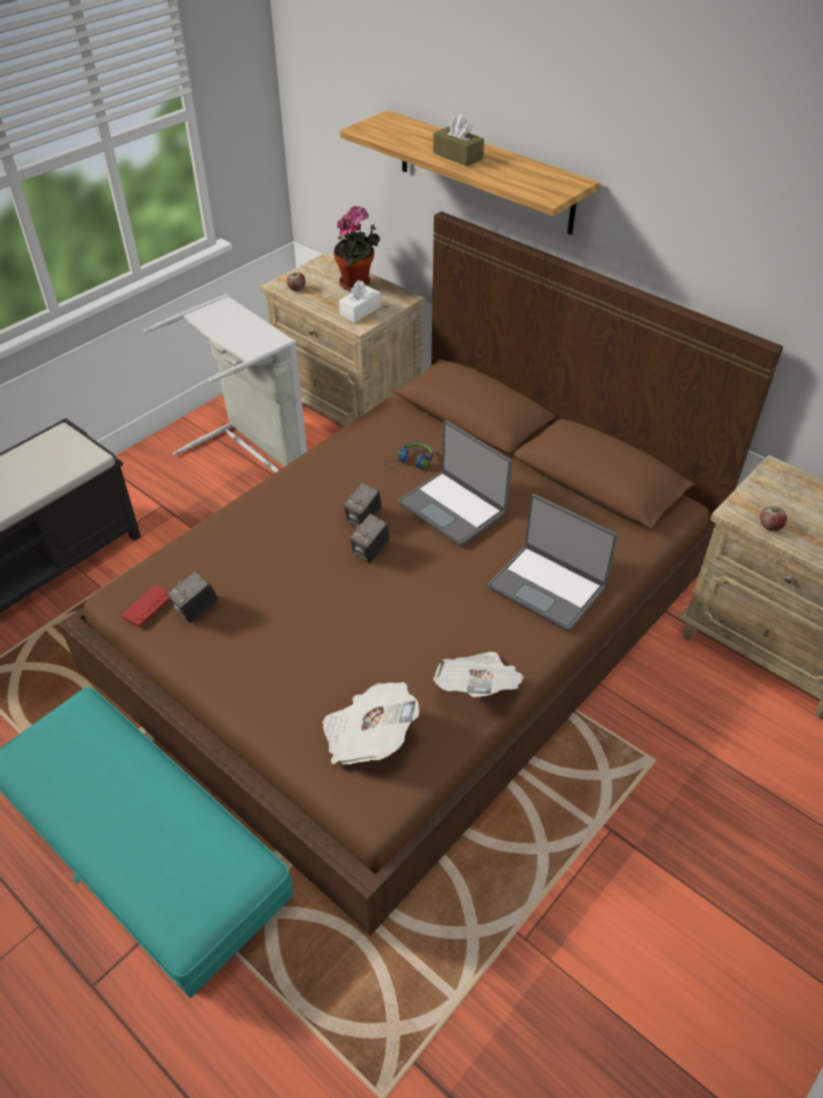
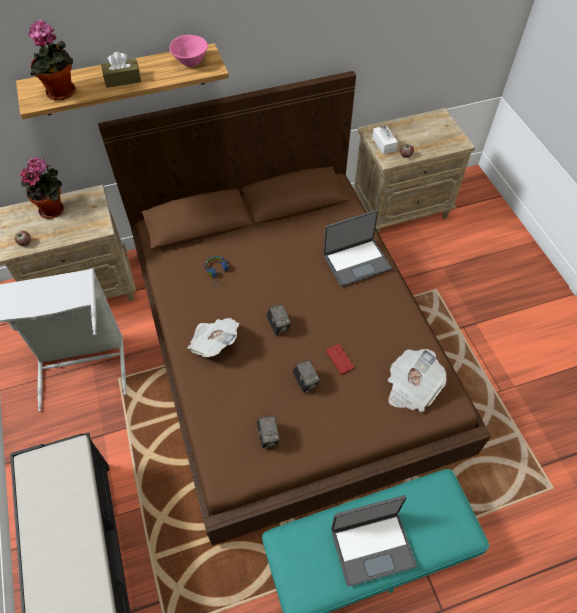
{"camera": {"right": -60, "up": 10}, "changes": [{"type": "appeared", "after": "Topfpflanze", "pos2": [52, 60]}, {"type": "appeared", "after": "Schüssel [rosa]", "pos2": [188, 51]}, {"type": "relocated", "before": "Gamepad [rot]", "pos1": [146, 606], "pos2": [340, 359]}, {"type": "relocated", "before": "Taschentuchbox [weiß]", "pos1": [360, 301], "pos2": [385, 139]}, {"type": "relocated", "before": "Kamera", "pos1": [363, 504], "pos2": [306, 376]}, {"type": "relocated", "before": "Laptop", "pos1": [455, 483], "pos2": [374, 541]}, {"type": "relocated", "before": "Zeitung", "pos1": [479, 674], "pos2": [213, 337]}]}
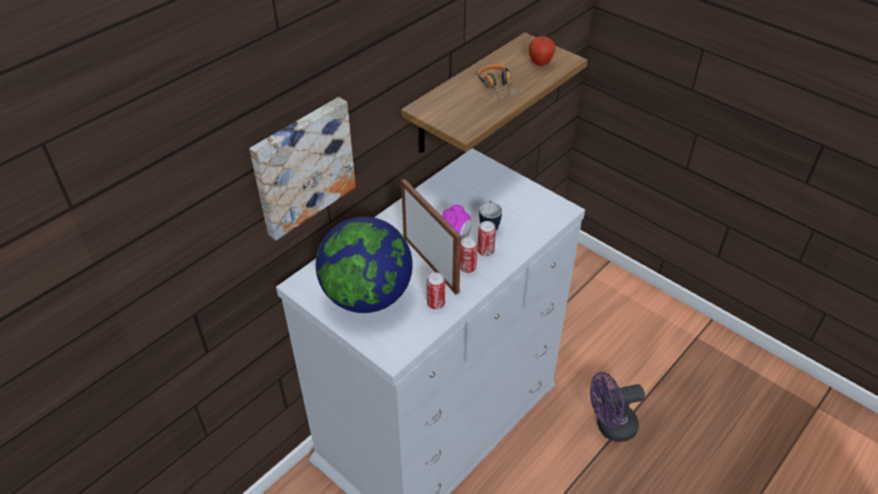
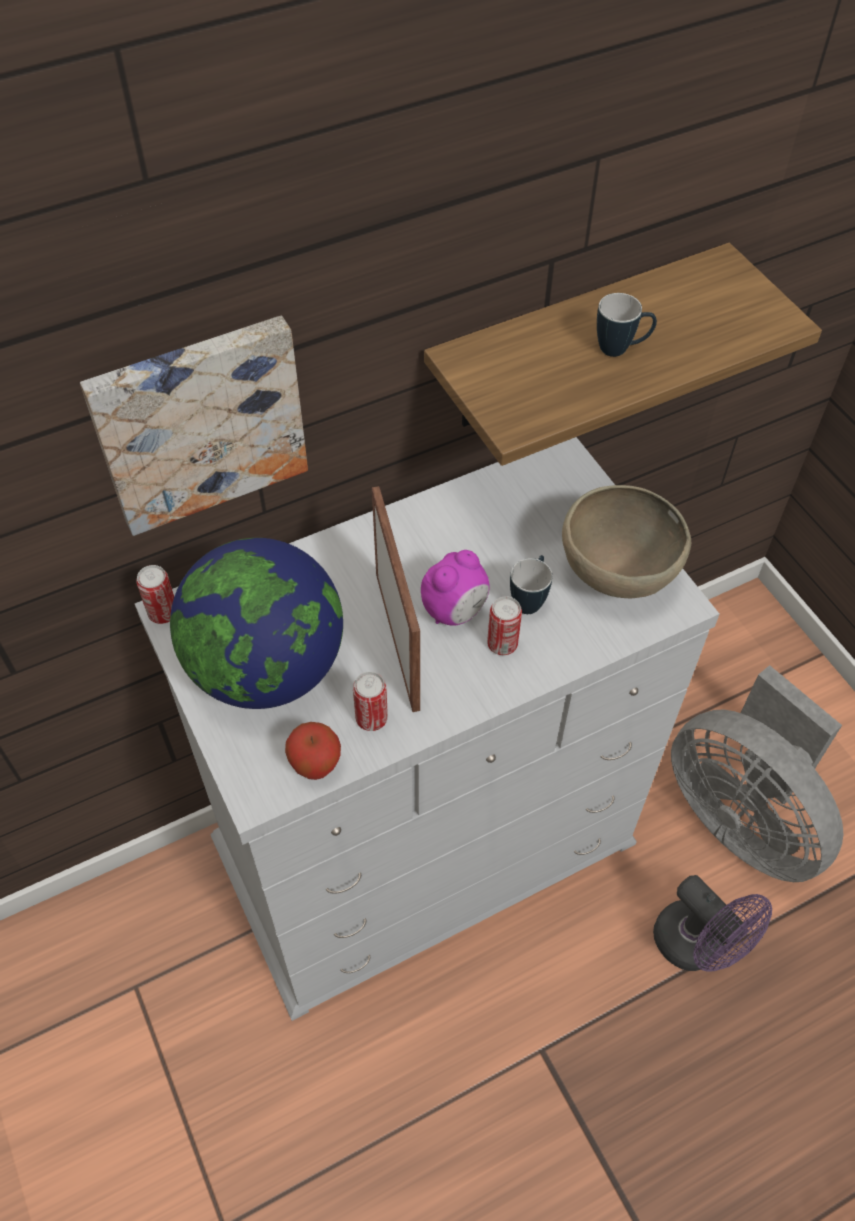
{"camera": {"right": 20, "up": 10}, "changes": [{"type": "appeared", "after": "Schüssel [braun]", "pos2": [626, 541]}, {"type": "appeared", "after": "Ventilator [grau]", "pos2": [757, 773]}, {"type": "relocated", "before": "Dose", "pos1": [469, 255], "pos2": [155, 594]}, {"type": "relocated", "before": "Apfel", "pos1": [542, 51], "pos2": [313, 751]}, {"type": "exchanged", "before": "Kopfhörer", "after": "Henkelbecher", "pos1": [503, 82], "pos2": [627, 325]}, {"type": "spun", "before": "Ventilator [lila]", "pos1": [617, 407], "pos2": [712, 923], "turn": -135}]}
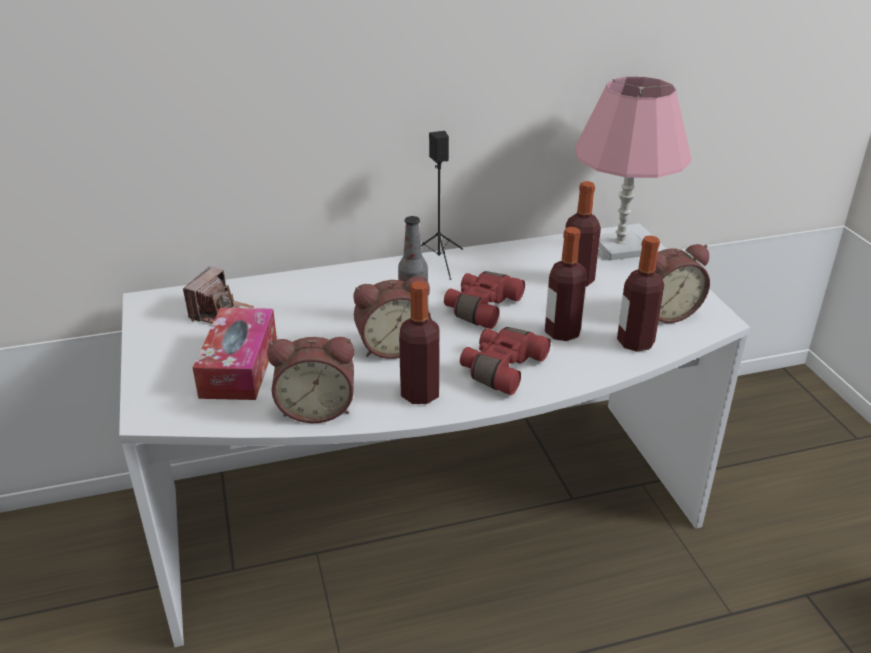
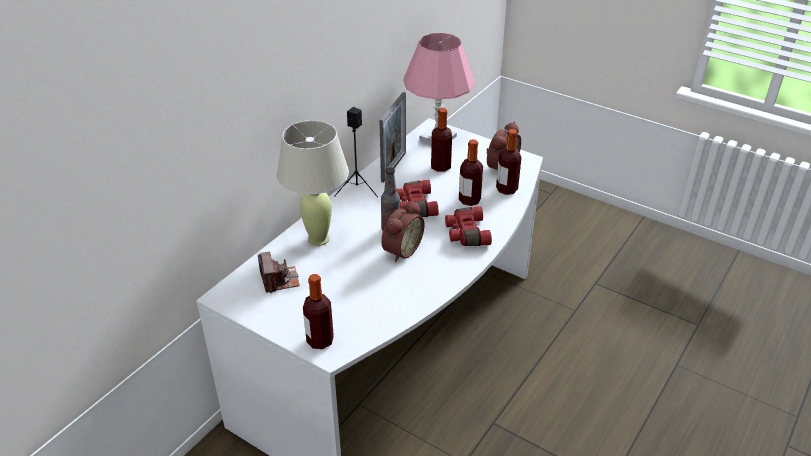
{"camera": {"right": -40, "up": 5}, "changes": [{"type": "missing", "before": "Taschentuchbox", "pos1": [235, 354]}, {"type": "missing", "before": "Wecker", "pos1": [310, 380]}, {"type": "appeared", "after": "Tischlampe [beige]", "pos2": [313, 183]}, {"type": "appeared", "after": "Bilderrahmen", "pos2": [393, 137]}, {"type": "relocated", "before": "Flasche", "pos1": [419, 342], "pos2": [318, 311]}]}
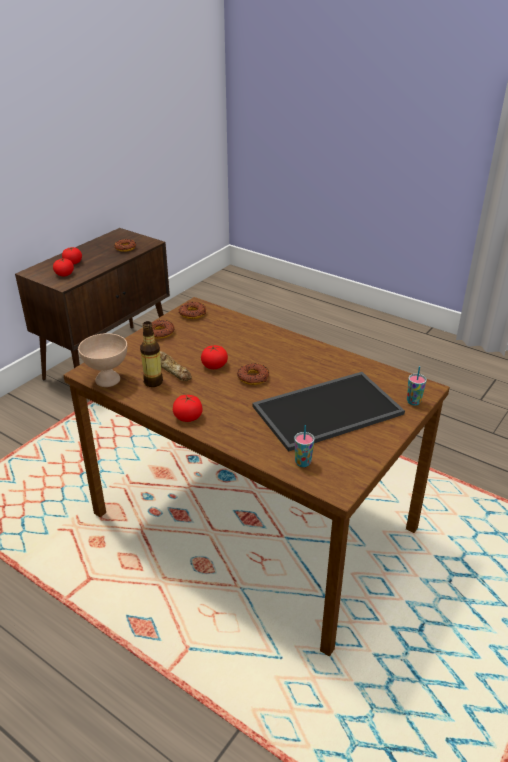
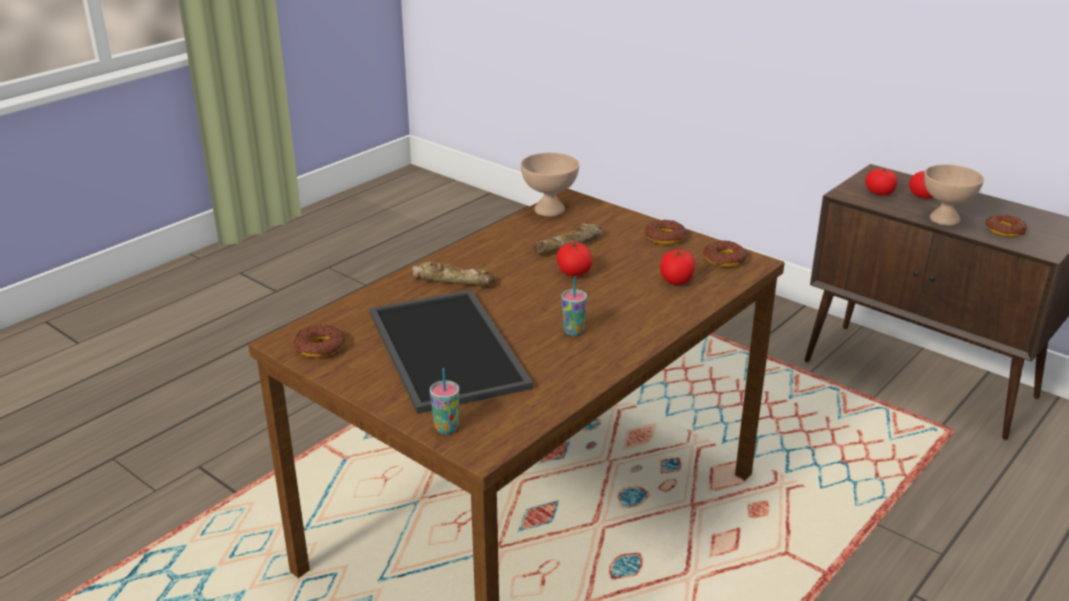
{"camera": {"right": 95, "up": -5}, "changes": [{"type": "missing", "before": "Flasche", "pos1": [151, 354]}, {"type": "appeared", "after": "Brot", "pos2": [454, 274]}, {"type": "appeared", "after": "Schüssel [beige]", "pos2": [954, 195]}, {"type": "relocated", "before": "Tomate", "pos1": [188, 408], "pos2": [677, 267]}, {"type": "relocated", "before": "Donut", "pos1": [253, 374], "pos2": [319, 341]}, {"type": "relocated", "before": "Tasse", "pos1": [304, 446], "pos2": [574, 306]}]}
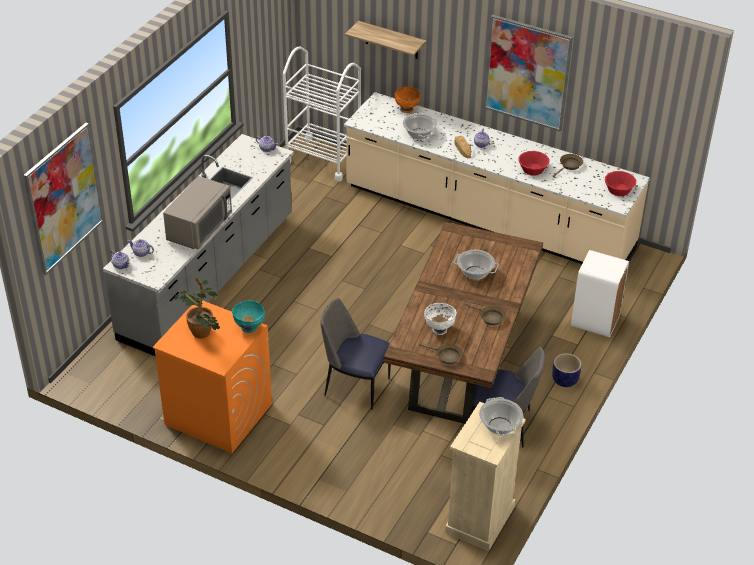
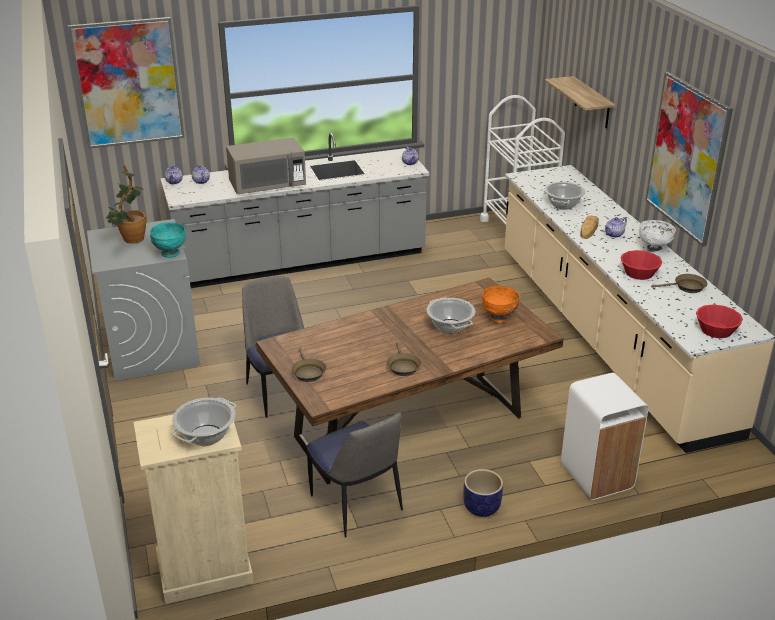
{"camera": {"right": 45, "up": -10}, "changes": [{"type": "relocated", "before": "Schüssel [orange]", "pos1": [407, 100], "pos2": [501, 304]}, {"type": "relocated", "before": "Schüssel [weiß]", "pos1": [440, 319], "pos2": [657, 237]}, {"type": "colour", "before": "Waschmaschine [orange]", "after": "Waschmaschine [grau]", "pos1": [212, 376], "pos2": [143, 300]}]}
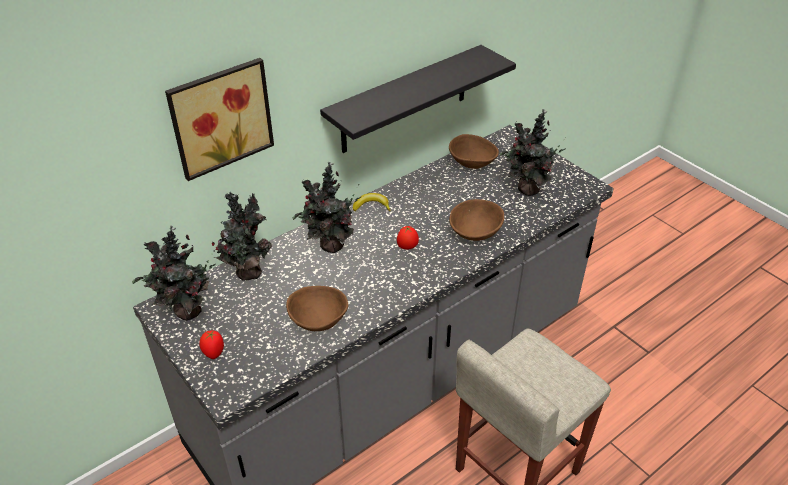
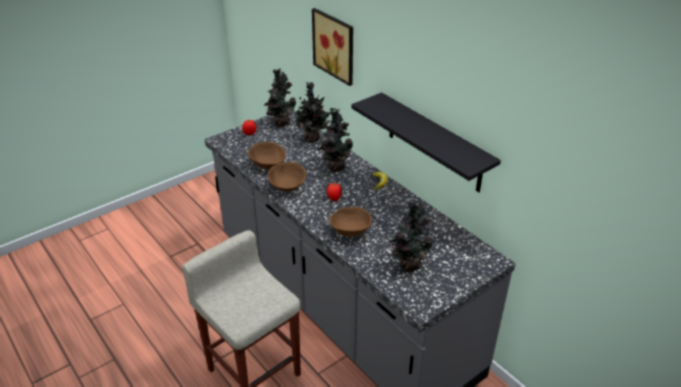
{"camera": {"right": 90, "up": -5}, "changes": [{"type": "relocated", "before": "Schüssel [braun]", "pos1": [474, 151], "pos2": [287, 177]}]}
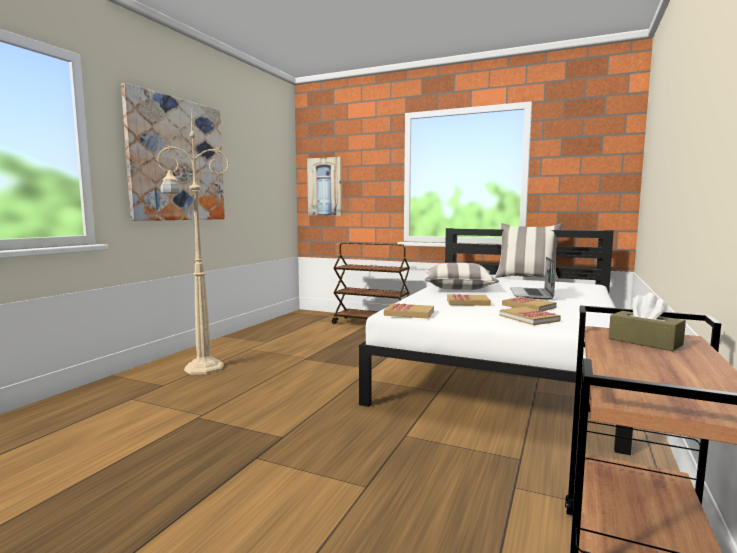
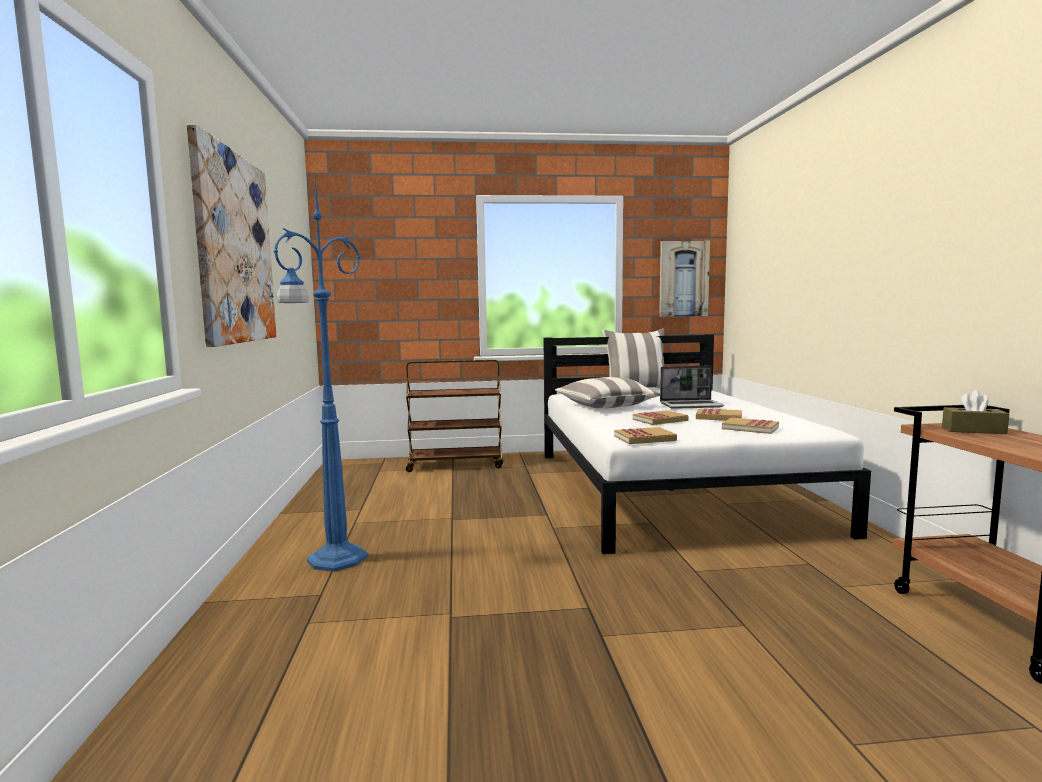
{"camera": {"right": -30, "up": 0}, "changes": [{"type": "relocated", "before": "Bild", "pos1": [324, 186], "pos2": [684, 279]}, {"type": "colour", "before": "Stehlampe [beige]", "after": "Stehlampe [blau]", "pos1": [193, 242], "pos2": [320, 375]}, {"type": "spun", "before": "Laptop", "pos1": [533, 278], "pos2": [692, 387], "turn": -75}]}
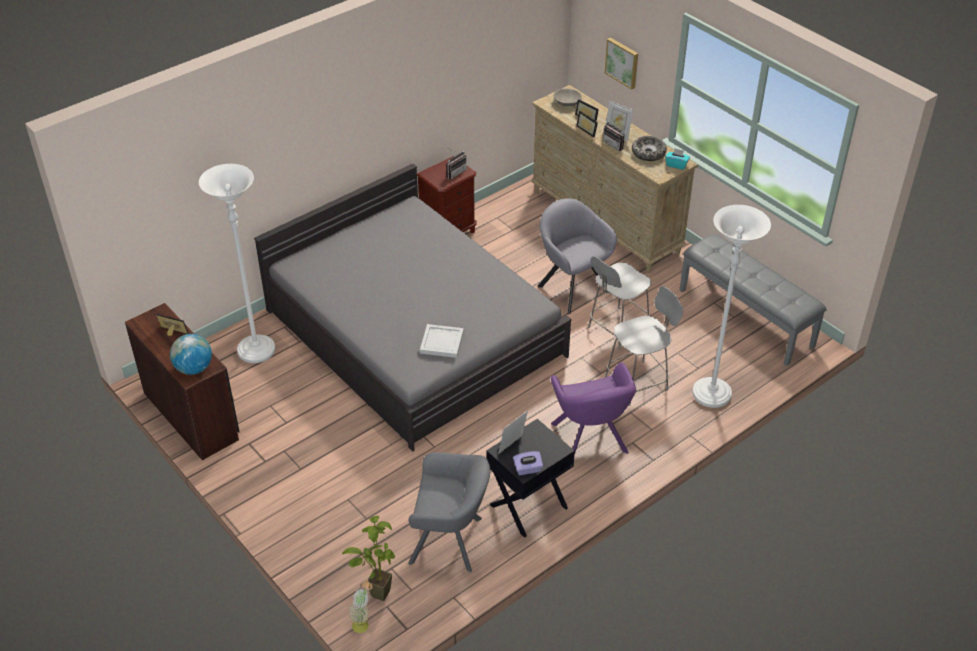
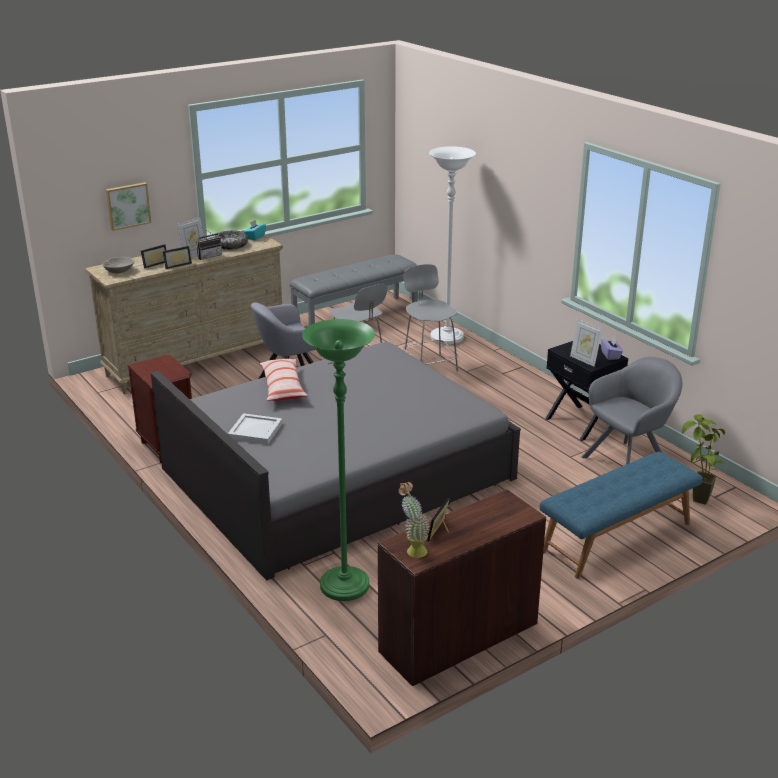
{"camera": {"right": -85, "up": -15}, "changes": [{"type": "missing", "before": "Globus", "pos1": [191, 354]}, {"type": "missing", "before": "Radio", "pos1": [456, 164]}, {"type": "missing", "before": "Sessel [lila]", "pos1": [593, 408]}, {"type": "appeared", "after": "Kissen", "pos2": [283, 380]}, {"type": "appeared", "after": "Bank [blau]", "pos2": [621, 515]}, {"type": "relocated", "before": "Topfpflanze", "pos1": [361, 606], "pos2": [414, 520]}, {"type": "relocated", "before": "Tablett [weiß]", "pos1": [442, 341], "pos2": [255, 428]}, {"type": "colour", "before": "Stehlampe [weiß]", "after": "Stehlampe [grün]", "pos1": [237, 263], "pos2": [338, 460]}, {"type": "spun", "before": "Sessel [grau]", "pos1": [449, 512], "pos2": [631, 410], "turn": 45}]}
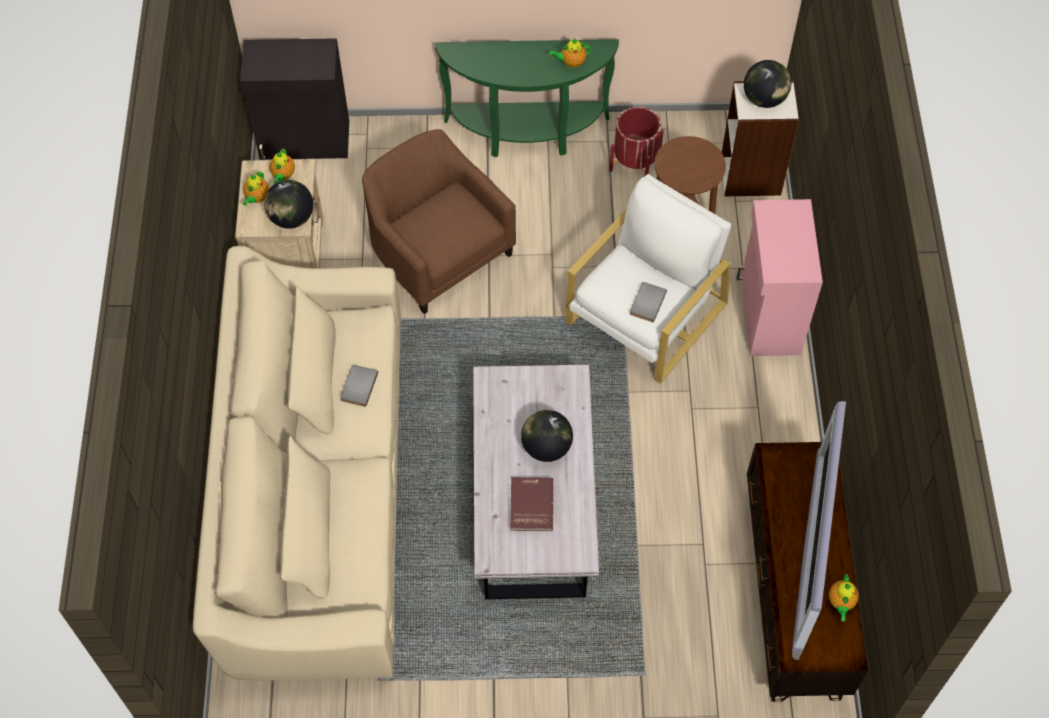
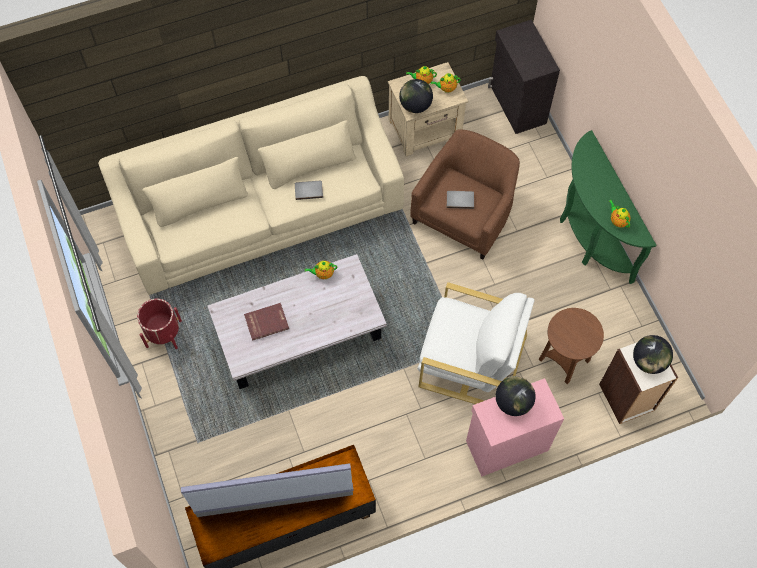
{"camera": {"right": 70, "up": 5}, "changes": [{"type": "relocated", "before": "Globus", "pos1": [547, 436], "pos2": [516, 396]}, {"type": "relocated", "before": "Pflanzkübel [rot]", "pos1": [636, 142], "pos2": [159, 324]}, {"type": "relocated", "before": "Buch [grau]", "pos1": [648, 302], "pos2": [460, 200]}, {"type": "relocated", "before": "Teekanne", "pos1": [844, 597], "pos2": [320, 270]}]}
